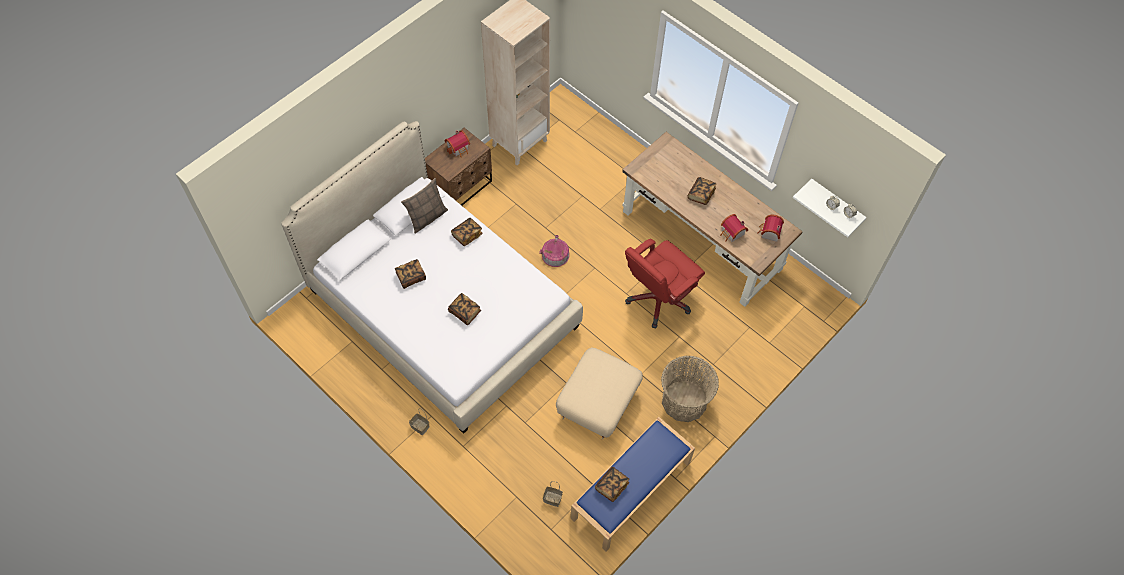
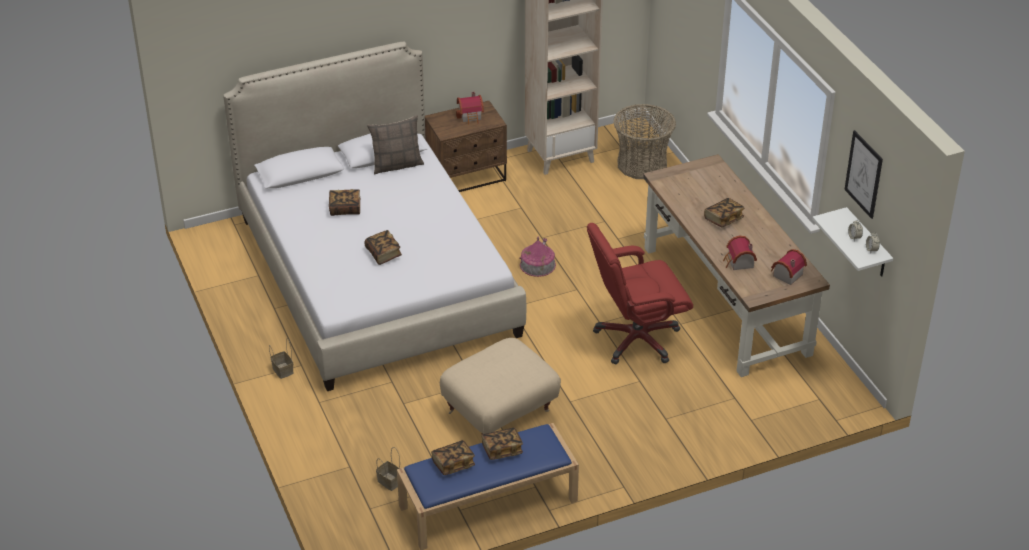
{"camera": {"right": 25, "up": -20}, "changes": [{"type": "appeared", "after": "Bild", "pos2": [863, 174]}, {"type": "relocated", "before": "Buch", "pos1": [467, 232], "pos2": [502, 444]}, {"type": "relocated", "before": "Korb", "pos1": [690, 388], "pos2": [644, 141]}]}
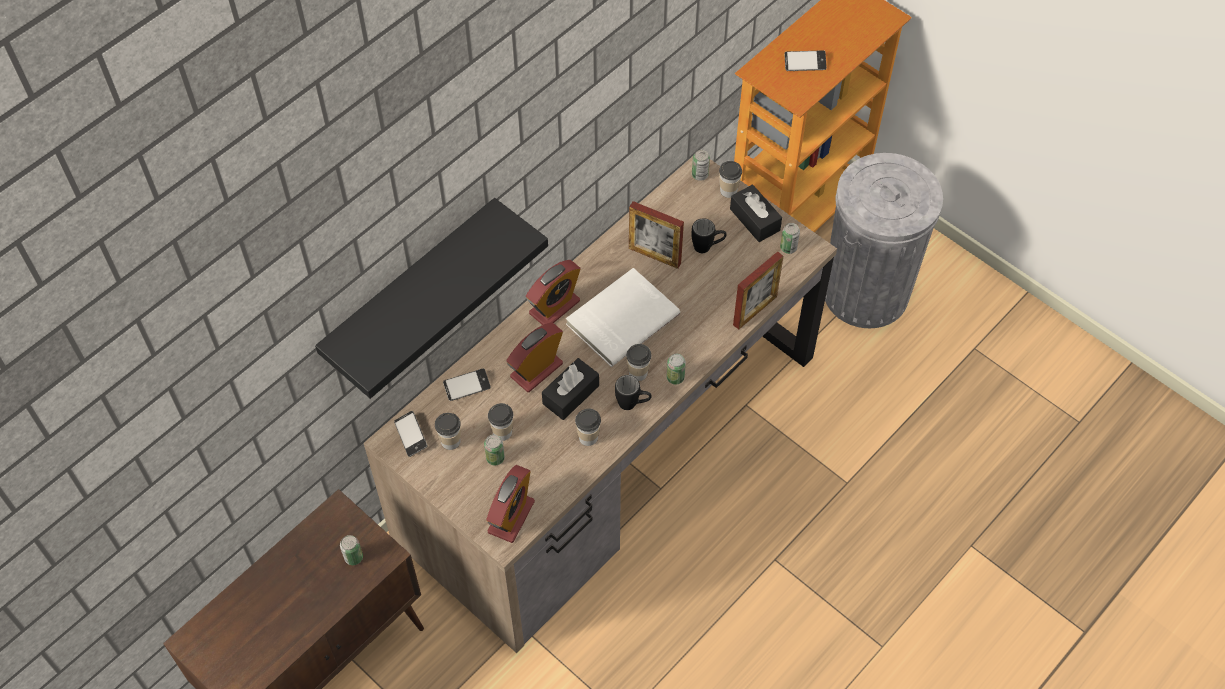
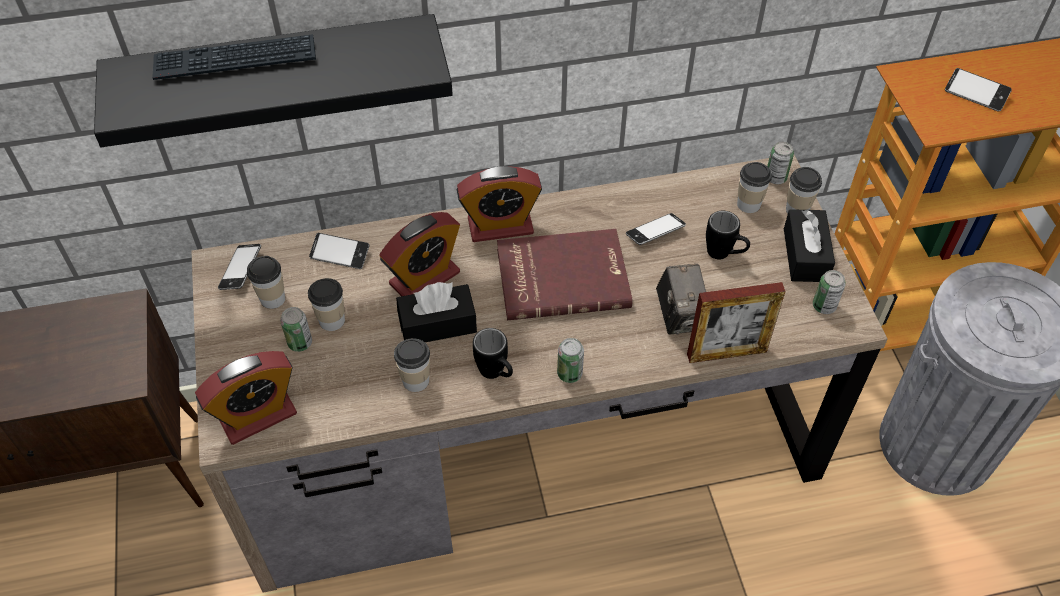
{"camera": {"right": 35, "up": -5}, "changes": [{"type": "missing", "before": "Dose", "pos1": [351, 550]}, {"type": "appeared", "after": "Tastatur", "pos2": [234, 57]}, {"type": "appeared", "after": "Kamera", "pos2": [681, 299]}, {"type": "relocated", "before": "Tasse", "pos1": [638, 362], "pos2": [754, 187]}, {"type": "exchanged", "before": "Bilderrahmen", "after": "Handy", "pos1": [656, 235], "pos2": [656, 229]}, {"type": "colour", "before": "Buch [weiß]", "after": "Buch [rot]", "pos1": [623, 317], "pos2": [565, 274]}, {"type": "spun", "before": "Wecker", "pos1": [534, 357], "pos2": [419, 254], "turn": 150}]}
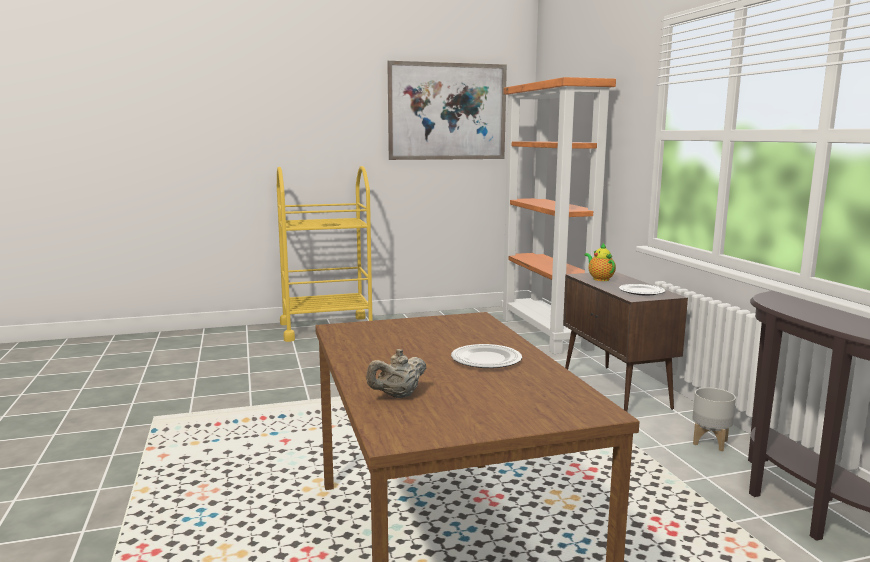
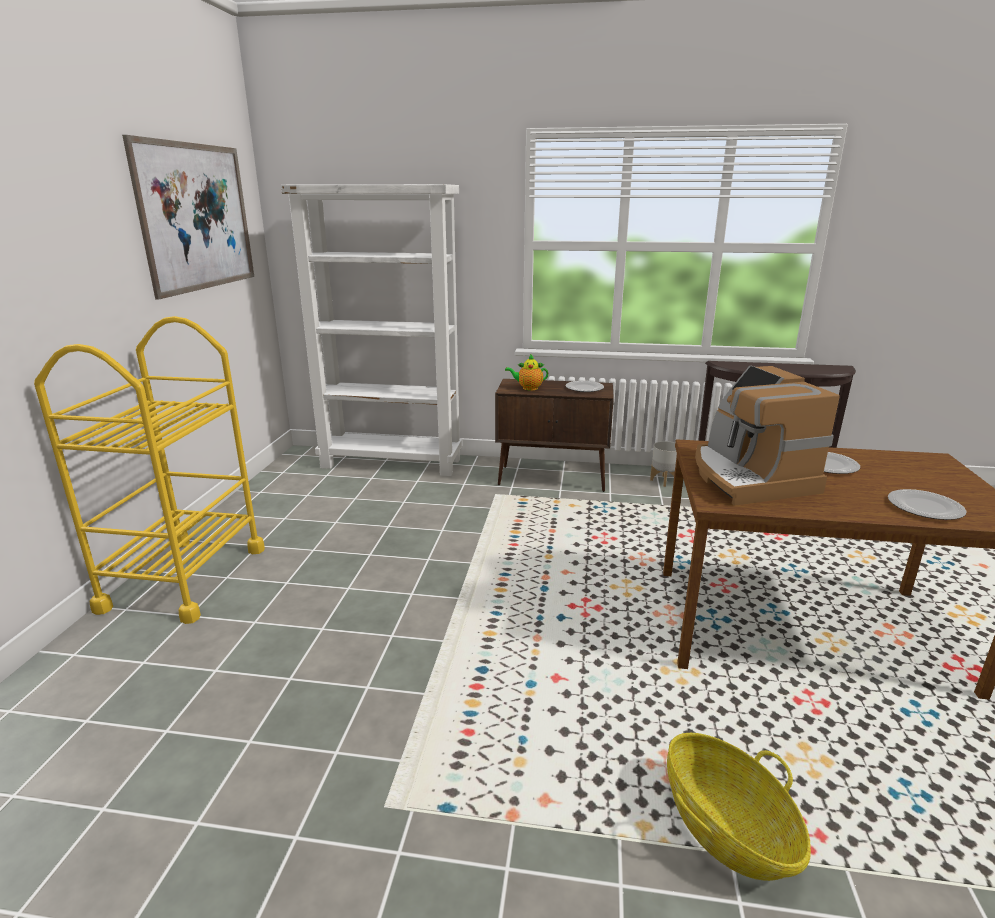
{"camera": {"right": -65, "up": 10}, "changes": [{"type": "appeared", "after": "Korb", "pos2": [739, 807]}, {"type": "appeared", "after": "Kaffeemaschine", "pos2": [767, 436]}, {"type": "exchanged", "before": "Teekanne [beige]", "after": "Teller", "pos1": [396, 373], "pos2": [927, 504]}, {"type": "colour", "before": "Bücherregal [orange]", "after": "Bücherregal [weiß]", "pos1": [558, 215], "pos2": [372, 330]}]}
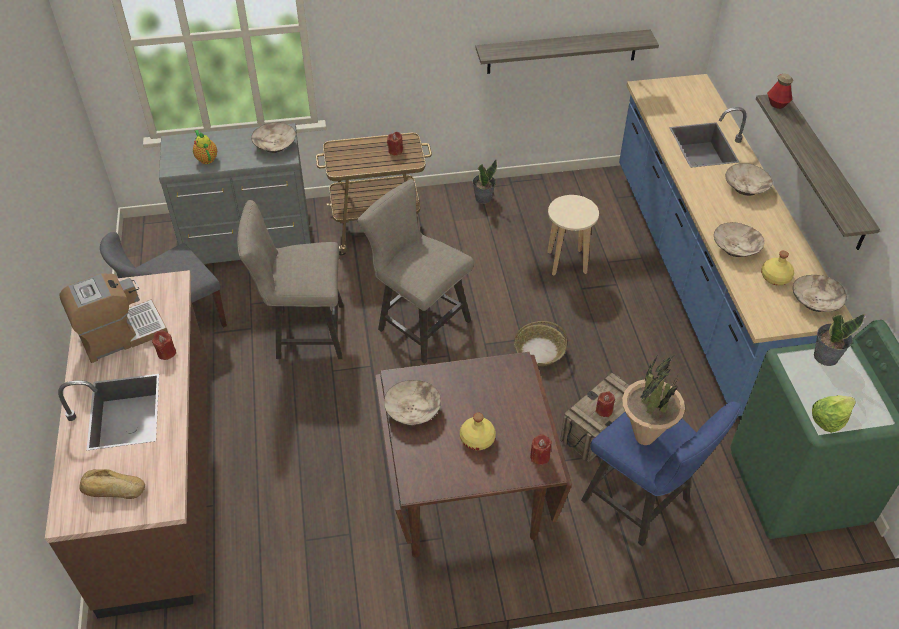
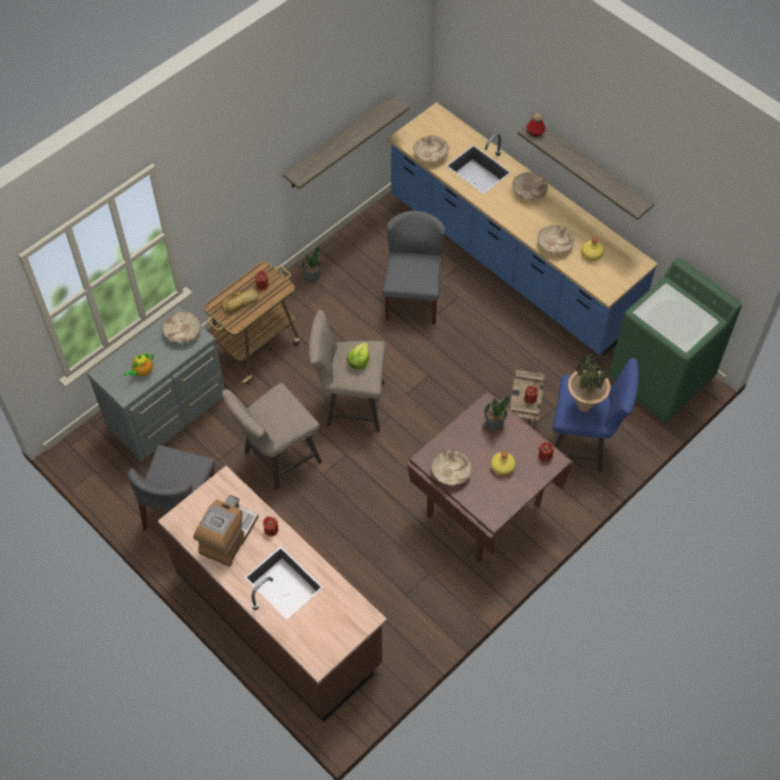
{"camera": {"right": -35, "up": 10}, "changes": [{"type": "missing", "before": "Korb", "pos1": [540, 343]}, {"type": "relocated", "before": "Brot", "pos1": [112, 484], "pos2": [240, 301]}, {"type": "relocated", "before": "Schüssel [beige]", "pos1": [820, 293], "pos2": [431, 149]}, {"type": "relocated", "before": "Salatkopf", "pos1": [834, 414], "pos2": [357, 356]}, {"type": "relocated", "before": "Topfpflanze", "pos1": [839, 340], "pos2": [497, 413]}, {"type": "exchanged", "before": "Hocker [beige]", "after": "Stuhl [grau]", "pos1": [573, 235], "pos2": [414, 267]}, {"type": "spun", "before": "Teekanne", "pos1": [205, 147], "pos2": [138, 365], "turn": -75}]}
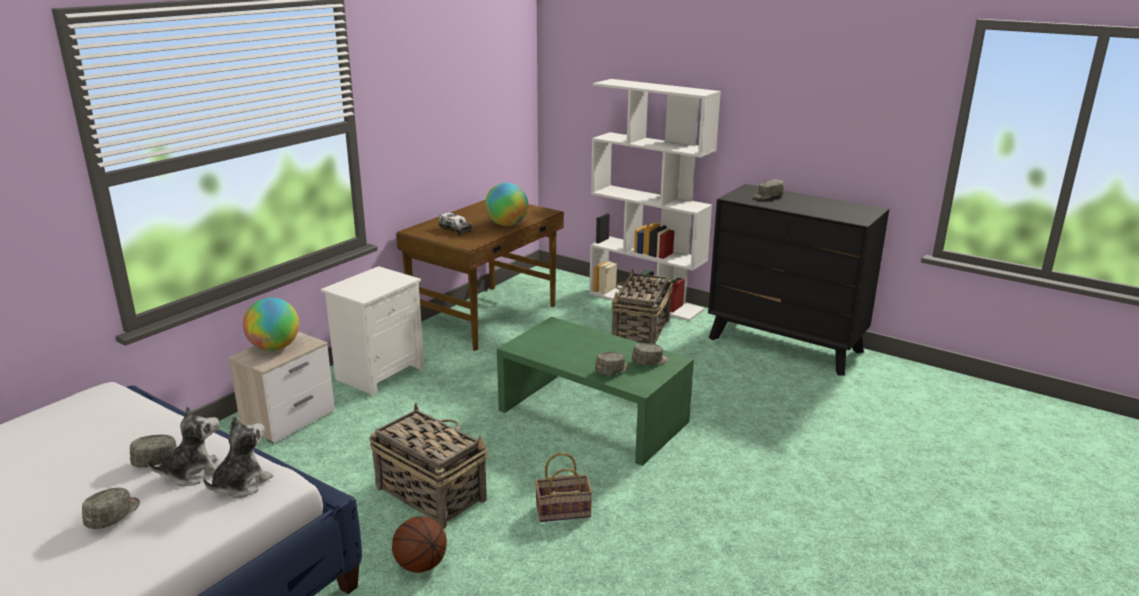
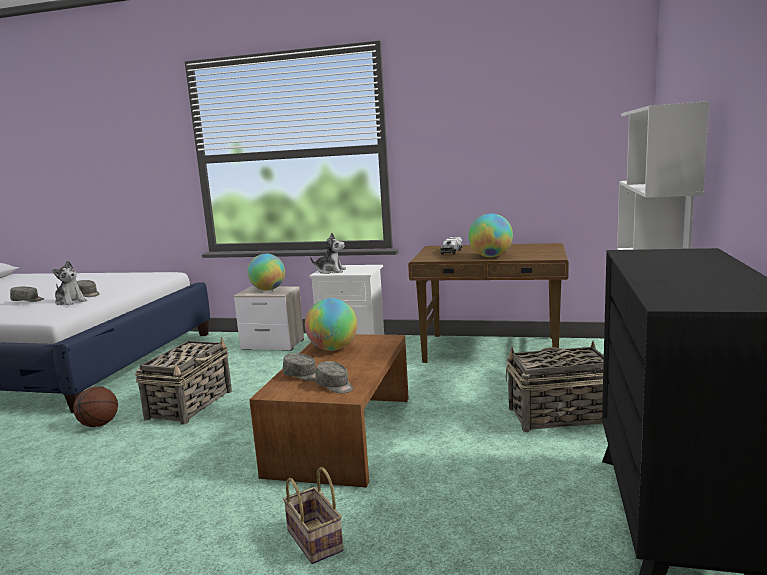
{"camera": {"right": 70, "up": -10}, "changes": [{"type": "missing", "before": "Kappe [grau]", "pos1": [768, 189]}, {"type": "appeared", "after": "Globus", "pos2": [331, 324]}, {"type": "relocated", "before": "Plüschtier", "pos1": [238, 457], "pos2": [328, 253]}, {"type": "relocated", "before": "Korb", "pos1": [564, 487], "pos2": [313, 515]}, {"type": "colour", "before": "Couchtisch [grün]", "after": "Couchtisch [braun]", "pos1": [595, 391], "pos2": [329, 410]}]}
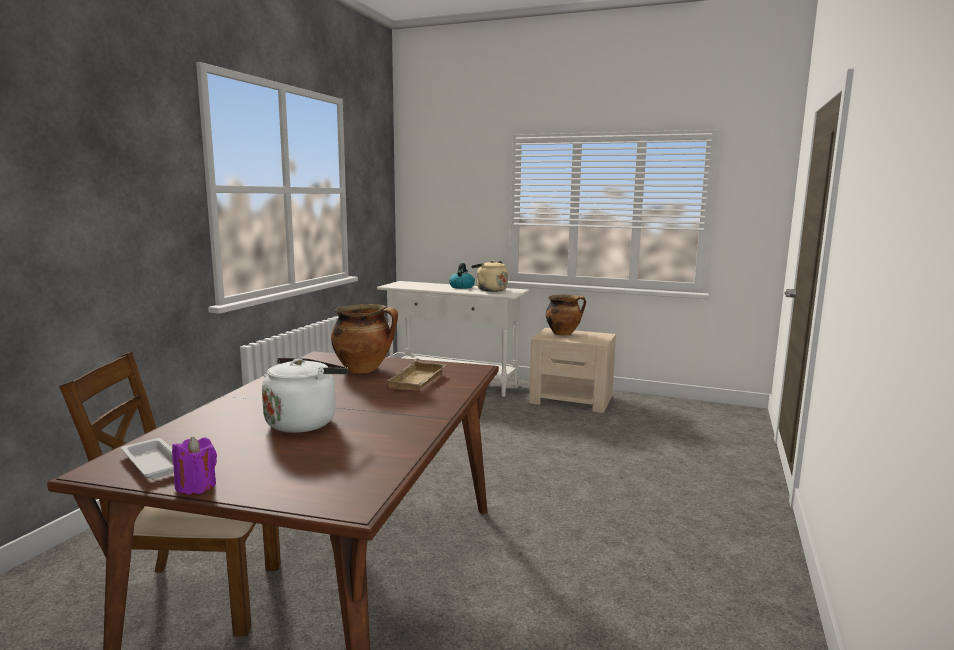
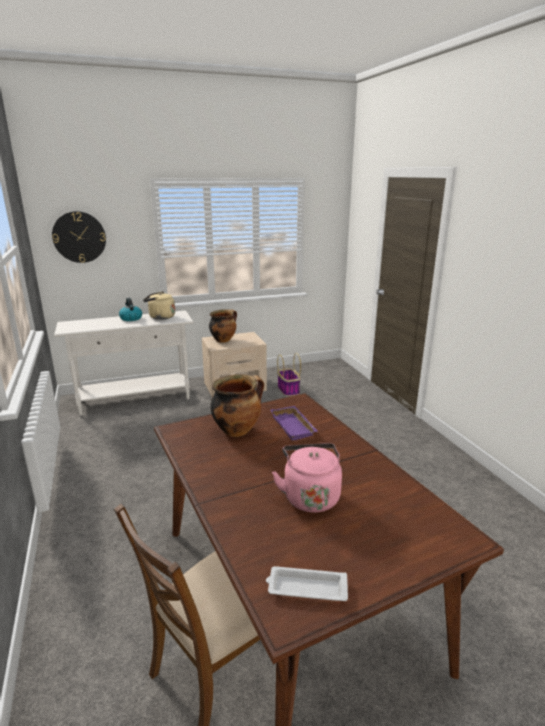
{"camera": {"right": -40, "up": 10}, "changes": [{"type": "missing", "before": "Kerze [lila]", "pos1": [194, 466]}, {"type": "appeared", "after": "Wanduhr", "pos2": [79, 237]}, {"type": "appeared", "after": "Korb", "pos2": [289, 374]}, {"type": "colour", "before": "Wasserkessel [weiß]", "after": "Wasserkessel [rosa]", "pos1": [305, 395], "pos2": [307, 478]}, {"type": "colour", "before": "Tablett [beige]", "after": "Tablett [lila]", "pos1": [416, 375], "pos2": [294, 423]}]}
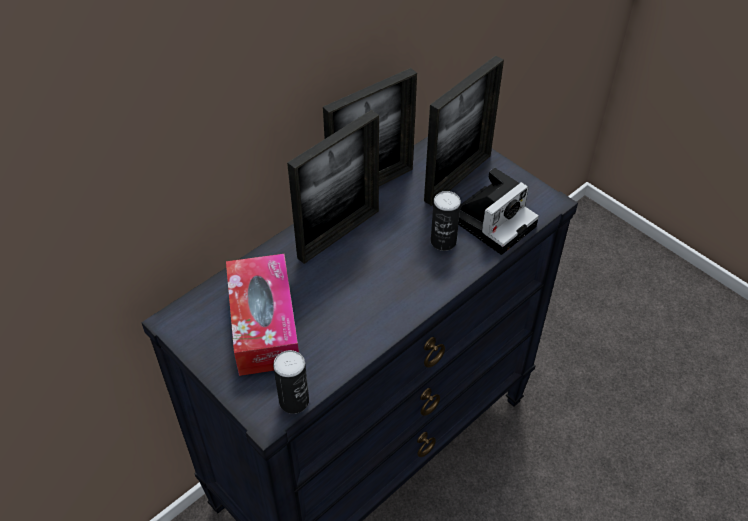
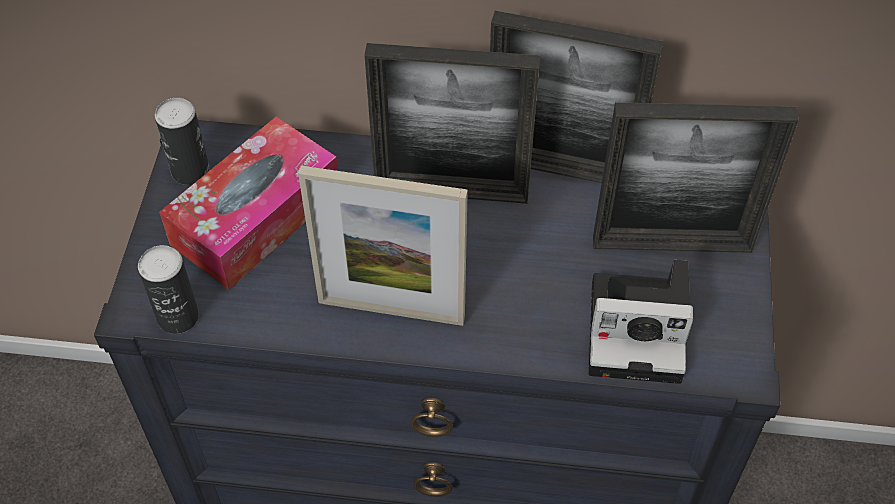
{"camera": {"right": 50, "up": 5}, "changes": [{"type": "appeared", "after": "Bilderrahmen", "pos2": [383, 246]}, {"type": "relocated", "before": "Dose", "pos1": [446, 221], "pos2": [182, 141]}]}
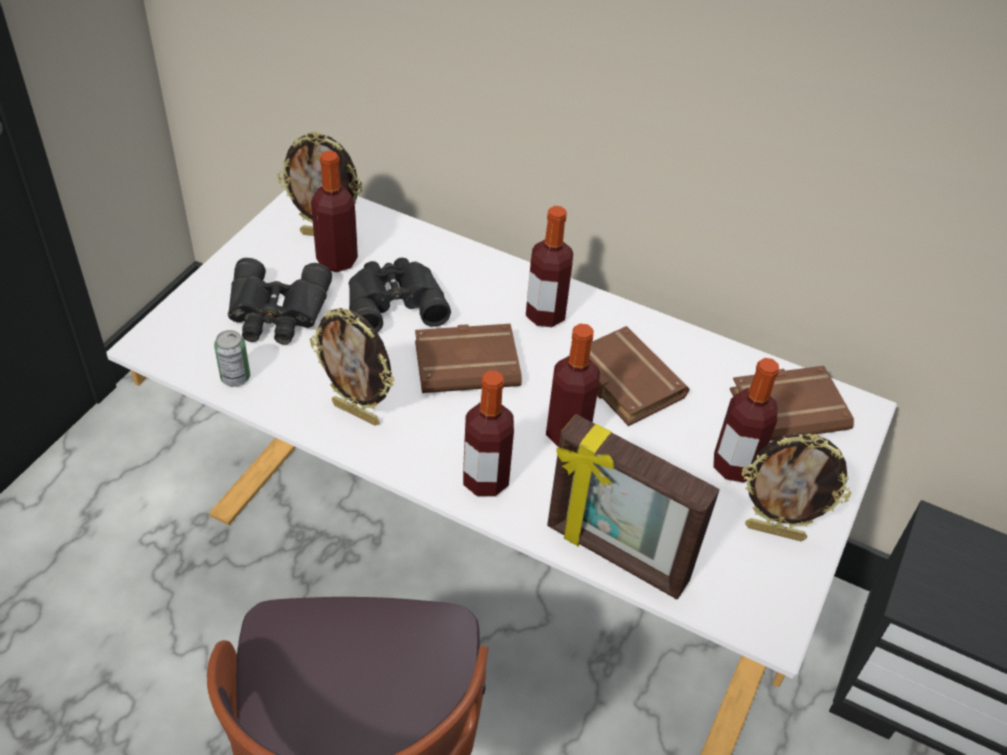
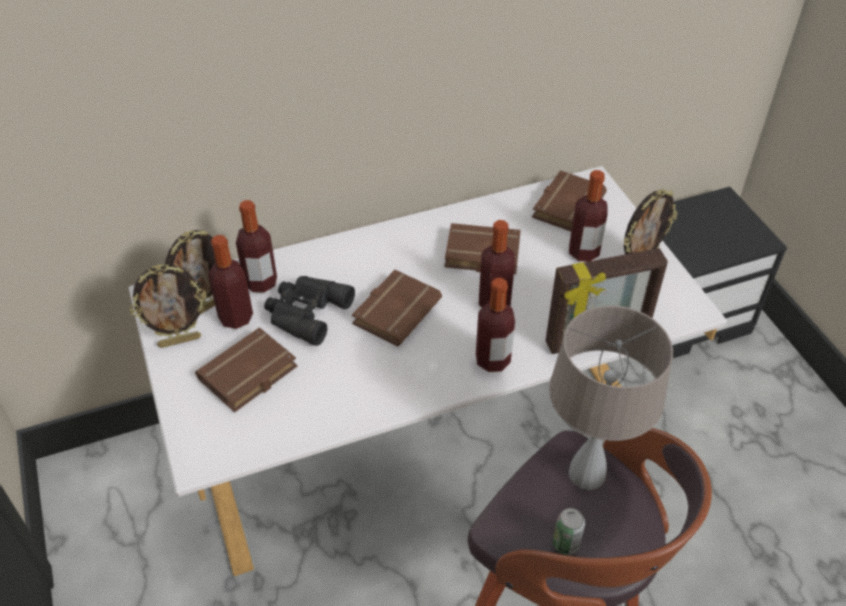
{"camera": {"right": -45, "up": 0}, "changes": [{"type": "appeared", "after": "Tischlampe [beige]", "pos2": [611, 397]}, {"type": "relocated", "before": "Dose", "pos1": [232, 358], "pos2": [569, 531]}, {"type": "relocated", "before": "Bilderrahmen", "pos1": [352, 367], "pos2": [168, 306]}, {"type": "relocated", "before": "Flasche", "pos1": [549, 266], "pos2": [256, 246]}, {"type": "exchanged", "before": "Fernglas [schwarz]", "after": "Buch [braun]", "pos1": [280, 301], "pos2": [246, 369]}]}
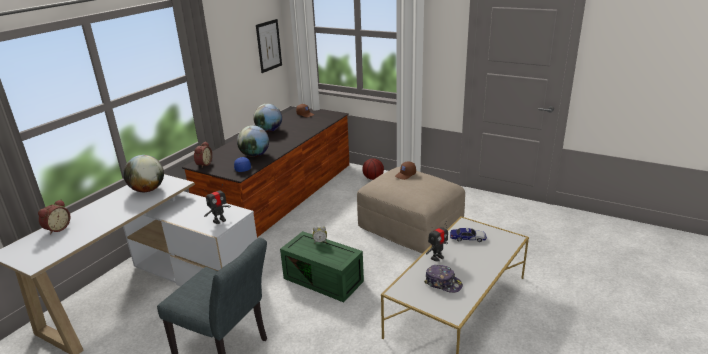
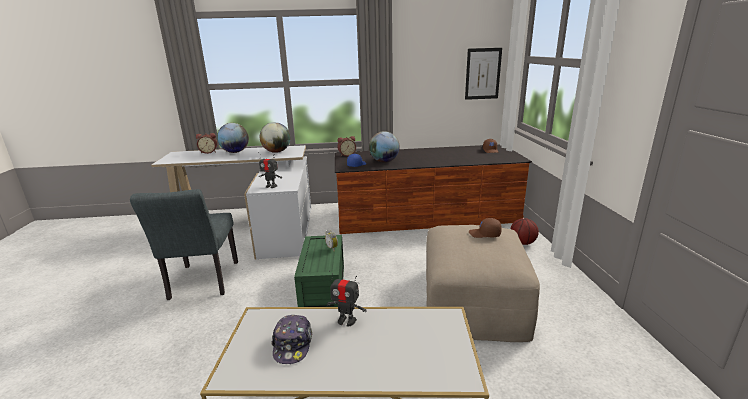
{"camera": {"right": 55, "up": -5}, "changes": [{"type": "missing", "before": "Spielzeugauto", "pos1": [468, 235]}, {"type": "relocated", "before": "Globus", "pos1": [267, 118], "pos2": [233, 138]}]}
